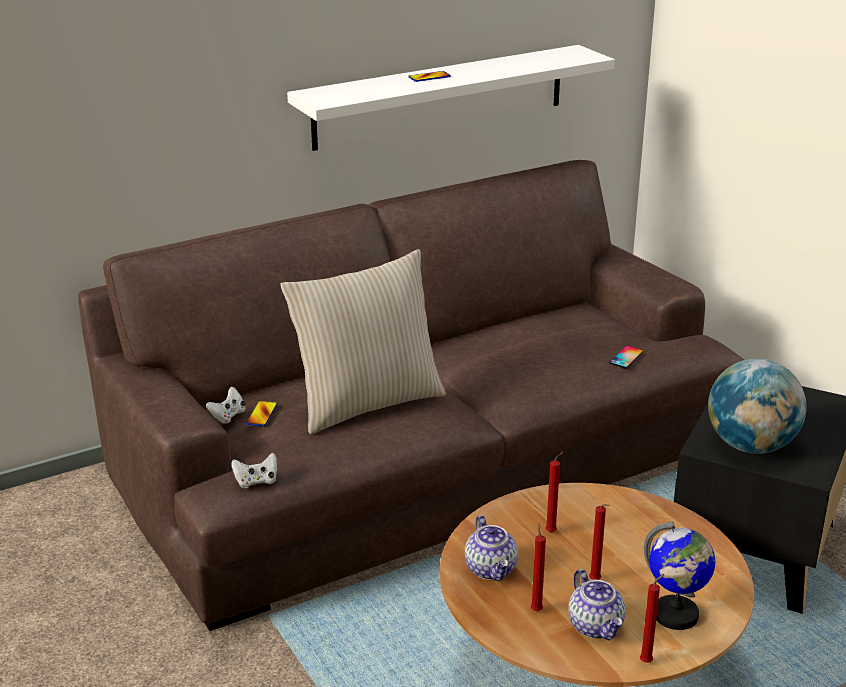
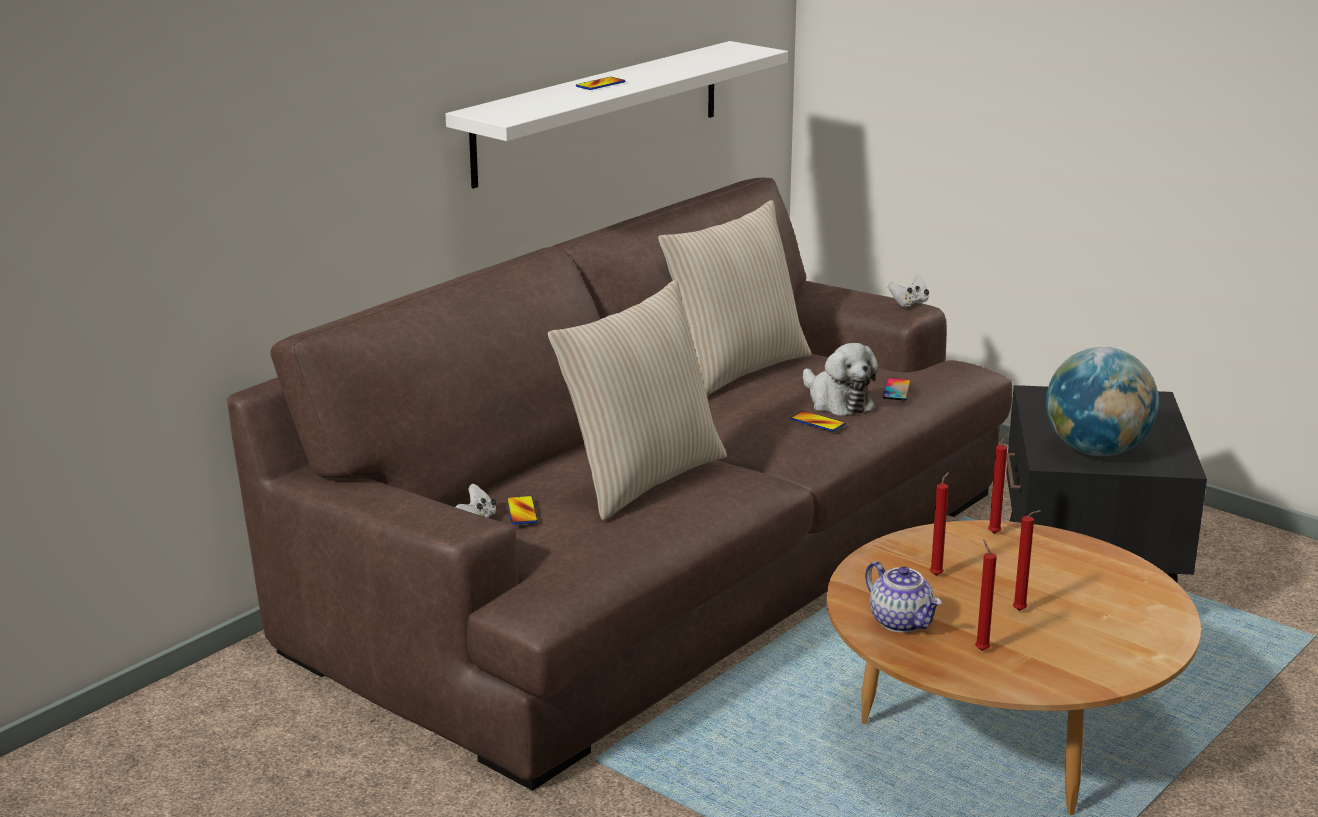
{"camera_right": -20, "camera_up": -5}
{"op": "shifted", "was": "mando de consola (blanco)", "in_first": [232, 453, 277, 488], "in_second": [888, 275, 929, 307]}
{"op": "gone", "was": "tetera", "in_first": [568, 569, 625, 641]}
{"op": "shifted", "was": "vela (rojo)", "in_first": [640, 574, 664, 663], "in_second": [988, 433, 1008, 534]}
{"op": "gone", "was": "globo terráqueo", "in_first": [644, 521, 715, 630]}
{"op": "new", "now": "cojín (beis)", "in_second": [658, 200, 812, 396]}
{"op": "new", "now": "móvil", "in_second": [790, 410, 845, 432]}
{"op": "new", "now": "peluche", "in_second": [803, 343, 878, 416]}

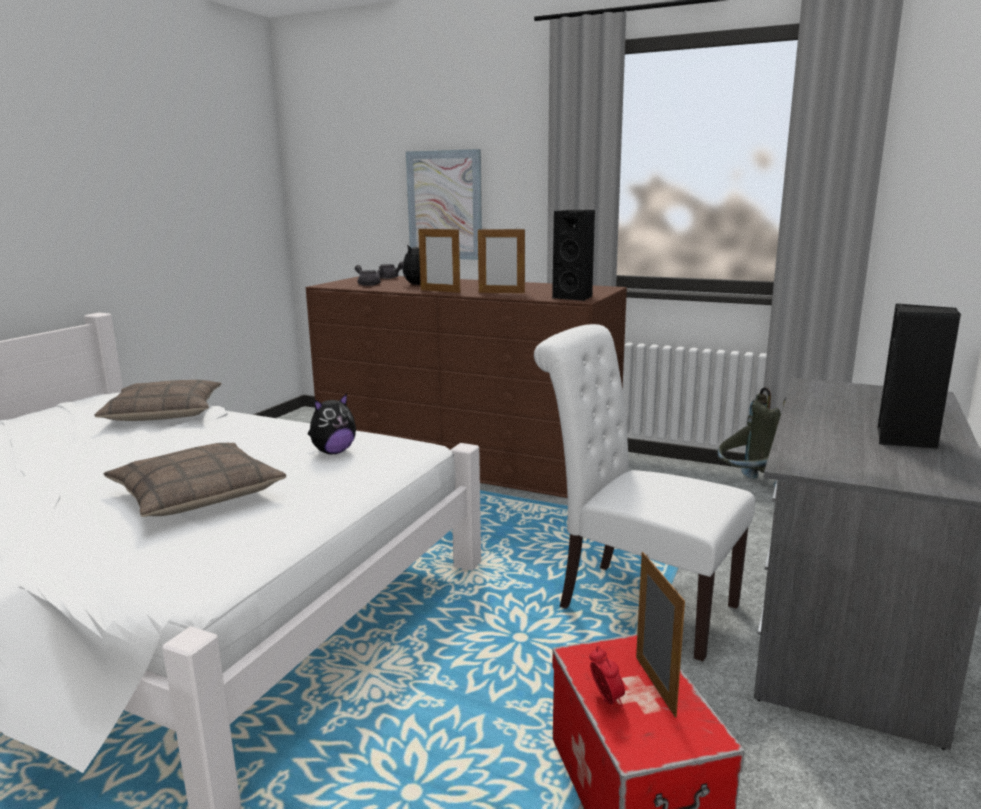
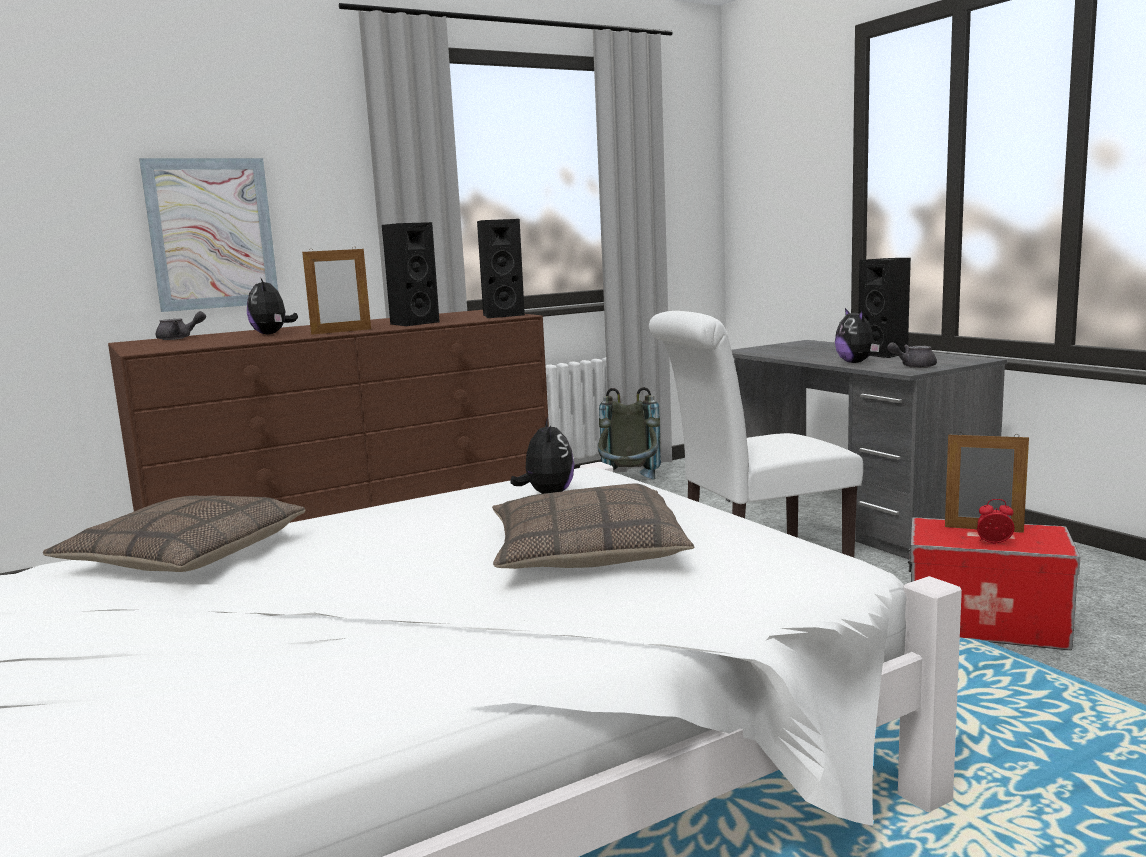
{"camera_right": -55, "camera_up": -5}
{"op": "shifted", "was": "tetera (gris)", "in_first": [355, 265, 381, 286], "in_second": [887, 342, 937, 368]}
{"op": "swapped", "was": "portarretratos", "now": "altavoz (negro)", "in_first": [478, 227, 525, 293], "in_second": [382, 222, 440, 326]}
{"op": "new", "now": "peluche", "in_second": [835, 308, 880, 363]}

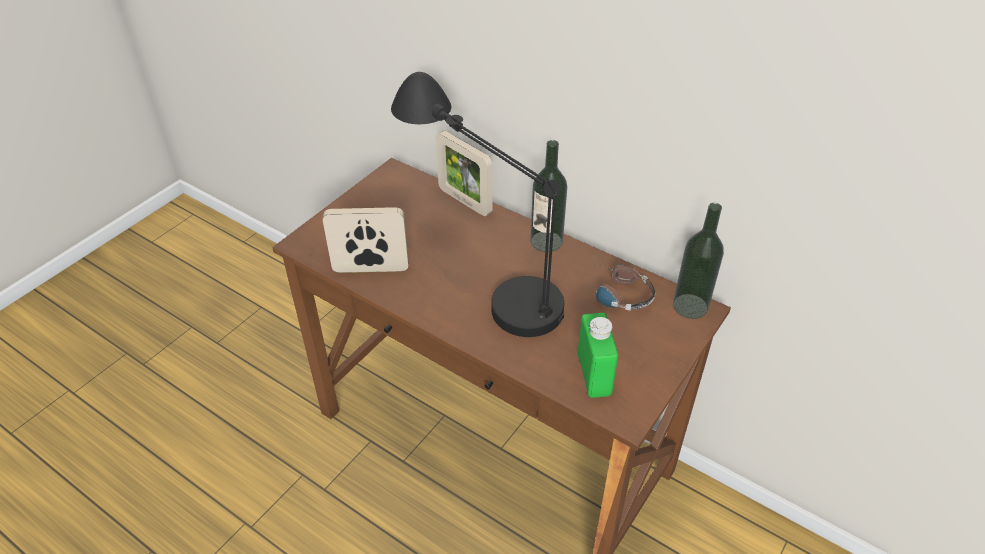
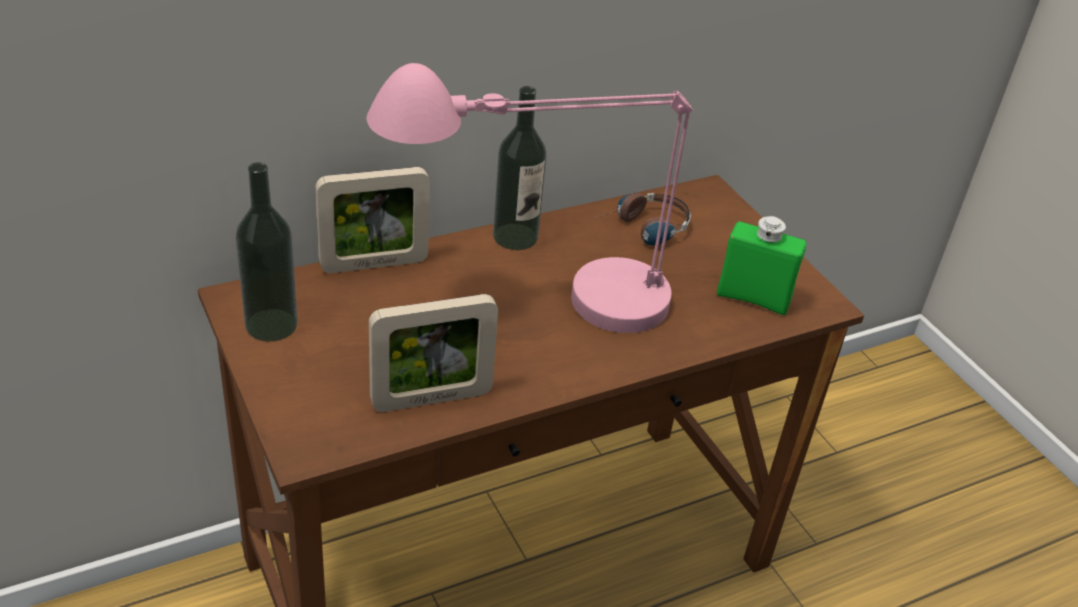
{"camera_right": -65, "camera_up": -5}
{"op": "rotated", "was": "portarretratos", "in_first": [323, 207, 409, 273], "in_second": [369, 294, 498, 412], "clockwise": -135}
{"op": "repainted", "was": "lámpara de mesa (negro)", "now": "lámpara de mesa (rosa)", "in_first": [391, 72, 564, 337], "in_second": [367, 63, 693, 333]}
{"op": "shifted", "was": "botella", "in_first": [673, 203, 724, 319], "in_second": [236, 162, 297, 342]}

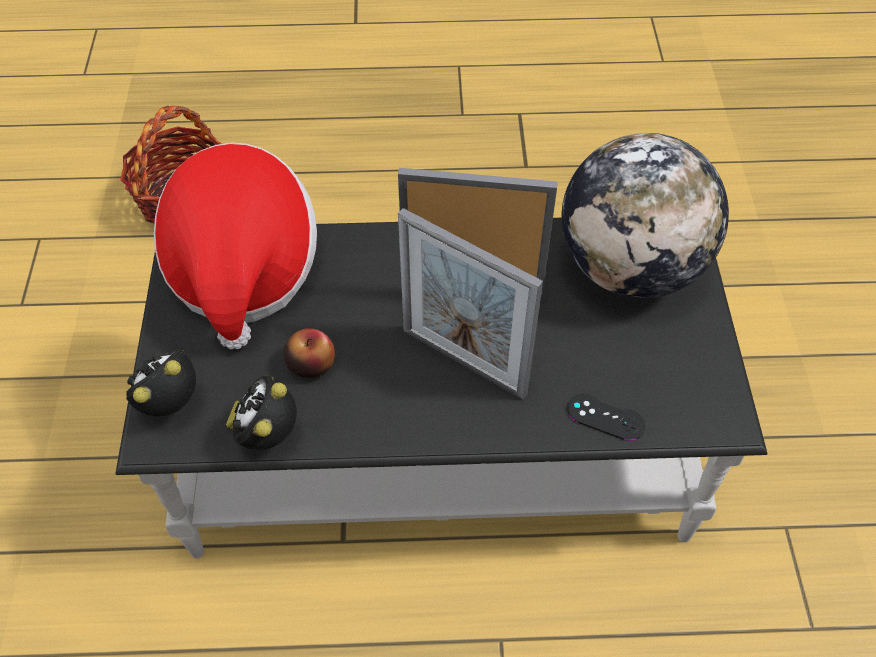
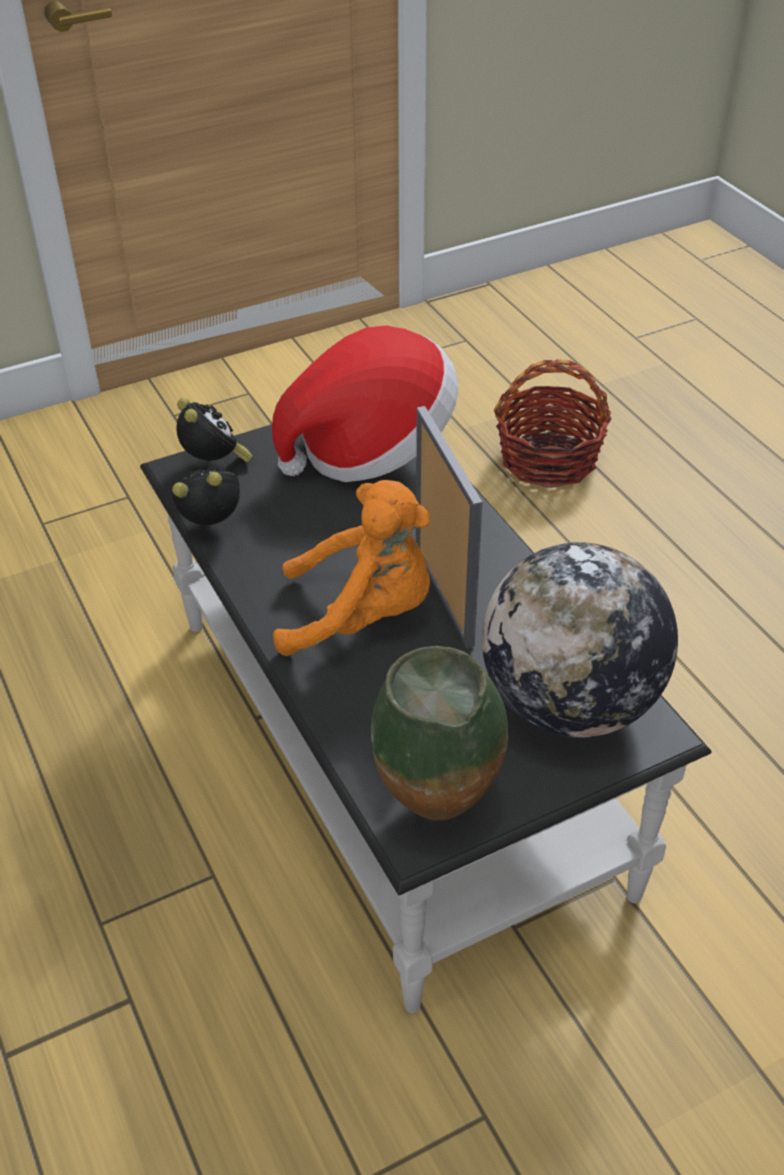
{"camera_right": 65, "camera_up": -10}
{"op": "rotated", "was": "despertador", "in_first": [126, 349, 196, 416], "in_second": [176, 398, 253, 463], "clockwise": 45}
{"op": "gone", "was": "manzana", "in_first": [284, 328, 335, 378]}
{"op": "swapped", "was": "portarretratos", "now": "peluche (naranja)", "in_first": [398, 208, 543, 399], "in_second": [273, 480, 430, 656]}
{"op": "gone", "was": "mando de consola (negro)", "in_first": [567, 394, 646, 441]}
{"op": "new", "now": "florero", "in_second": [371, 646, 508, 821]}

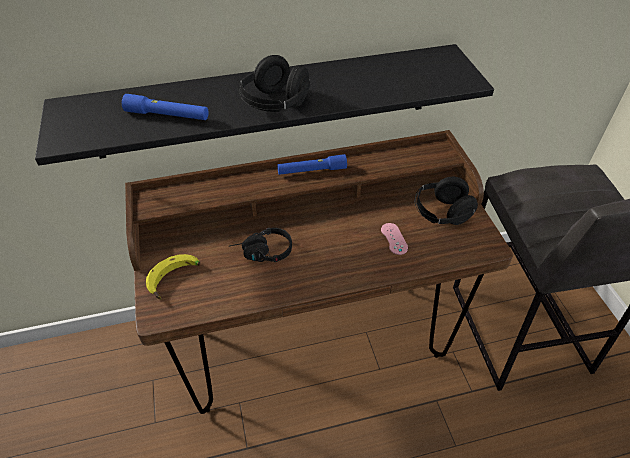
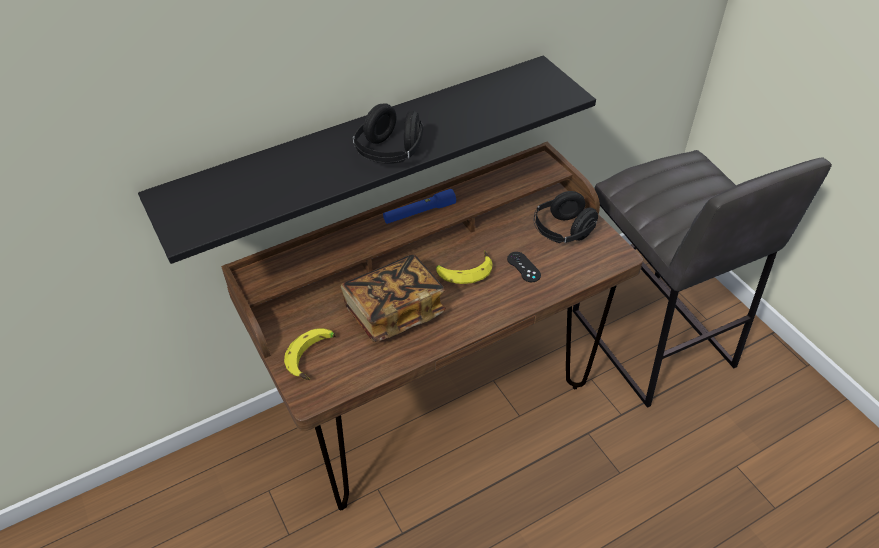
{"camera_right": -15, "camera_up": 0}
{"op": "gone", "was": "linterna (azul)", "in_first": [122, 94, 209, 120]}
{"op": "swapped", "was": "auriculares (negro)", "now": "libro", "in_first": [230, 228, 292, 262], "in_second": [340, 254, 446, 342]}
{"op": "repainted", "was": "mando de consola (rosa)", "now": "mando de consola (negro)", "in_first": [381, 223, 408, 255], "in_second": [507, 252, 541, 282]}
{"op": "new", "now": "plátano", "in_second": [436, 250, 493, 284]}

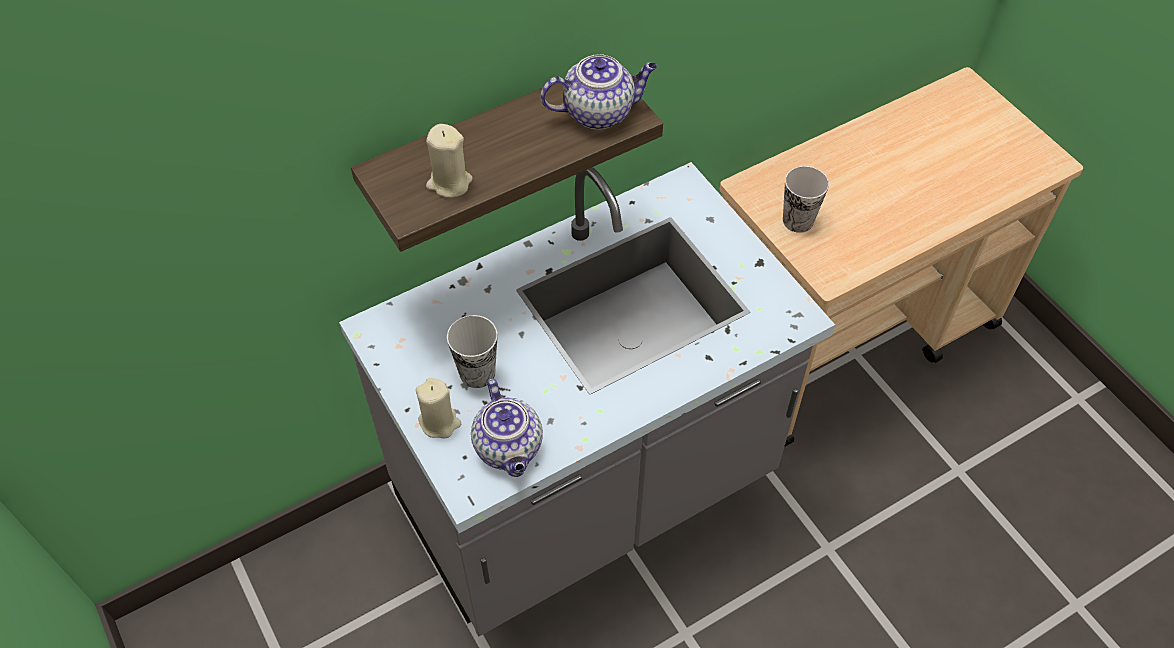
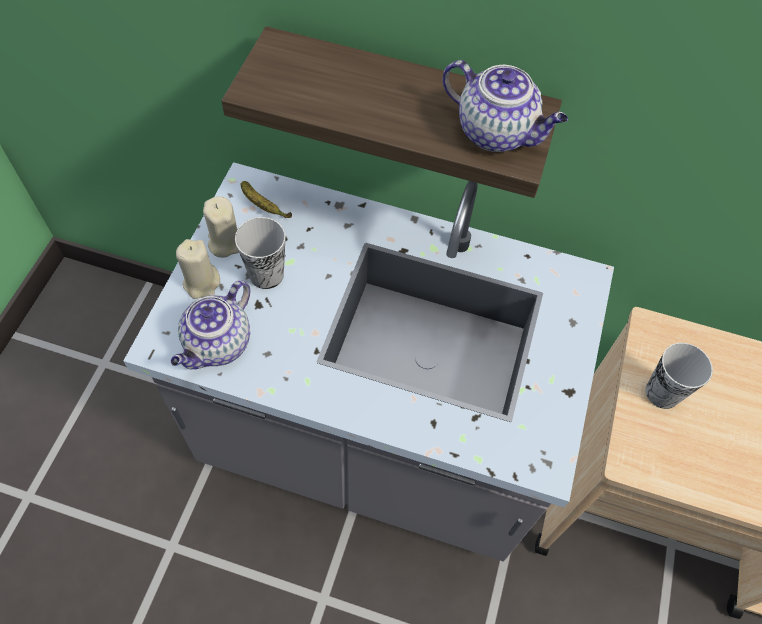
{"camera_right": 45, "camera_up": 5}
{"op": "shifted", "was": "vela (beis)", "in_first": [426, 124, 472, 198], "in_second": [203, 196, 239, 258]}
{"op": "new", "now": "plátano", "in_second": [241, 181, 292, 218]}

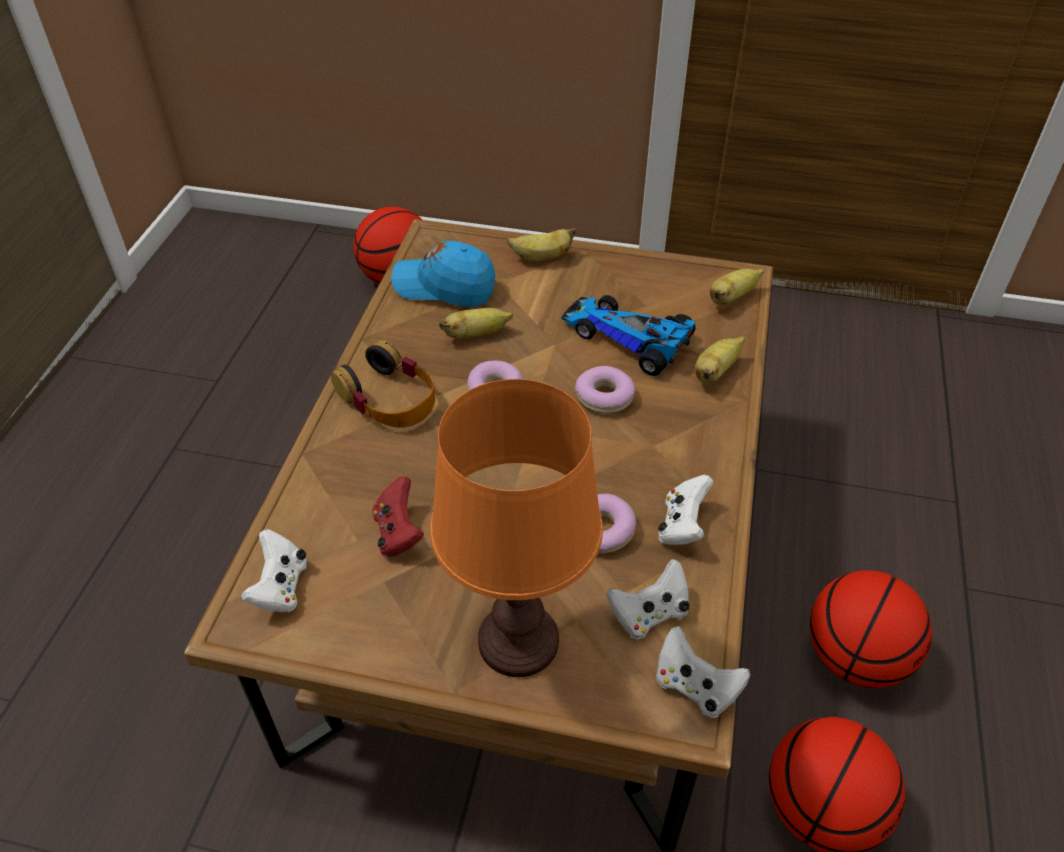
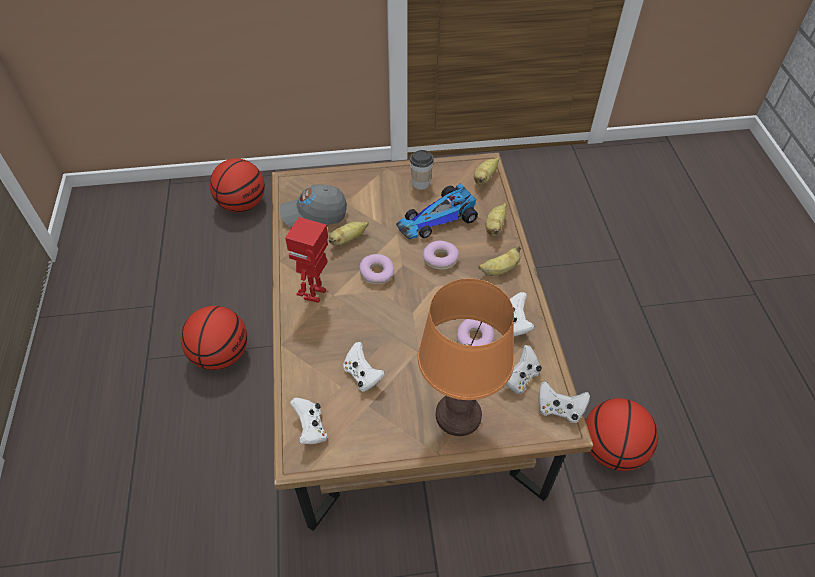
{"camera_right": -20, "camera_up": 5}
{"op": "swapped", "was": "auriculares", "now": "robot de juguete", "in_first": [331, 340, 435, 428], "in_second": [285, 217, 328, 303]}
{"op": "repainted", "was": "mando de consola (rojo)", "now": "mando de consola (blanco)", "in_first": [372, 476, 424, 557], "in_second": [343, 342, 385, 392]}
{"op": "repainted", "was": "gorra (azul)", "now": "gorra (gris)", "in_first": [391, 241, 495, 307], "in_second": [280, 184, 347, 227]}
{"op": "shifted", "was": "plátano", "in_first": [507, 228, 576, 261], "in_second": [478, 246, 521, 276]}
{"op": "rotated", "was": "coche de juguete", "in_first": [562, 295, 696, 376], "in_second": [396, 183, 478, 239], "clockwise": -45}
{"op": "shifted", "was": "balón de baloncesto", "in_first": [810, 570, 932, 688], "in_second": [181, 306, 247, 370]}
{"op": "new", "now": "taza", "in_second": [410, 150, 434, 190]}

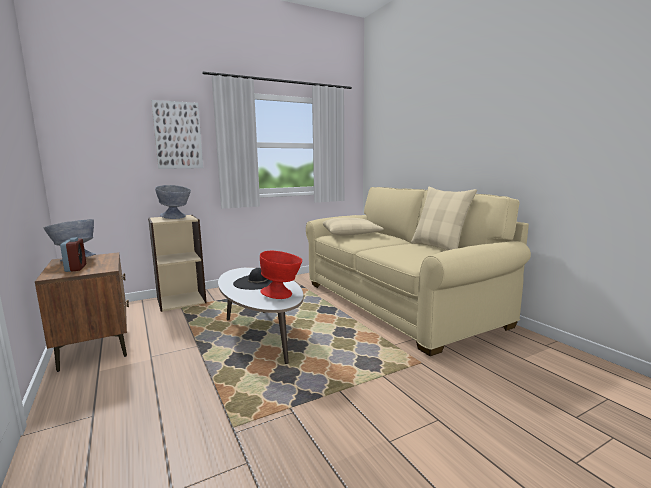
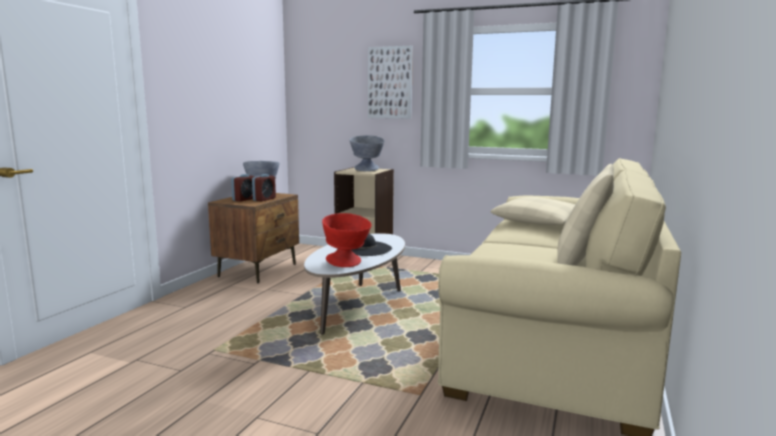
{"camera_right": 50, "camera_up": 0}
{"op": "new", "now": "despertador", "in_second": [252, 174, 276, 201]}

